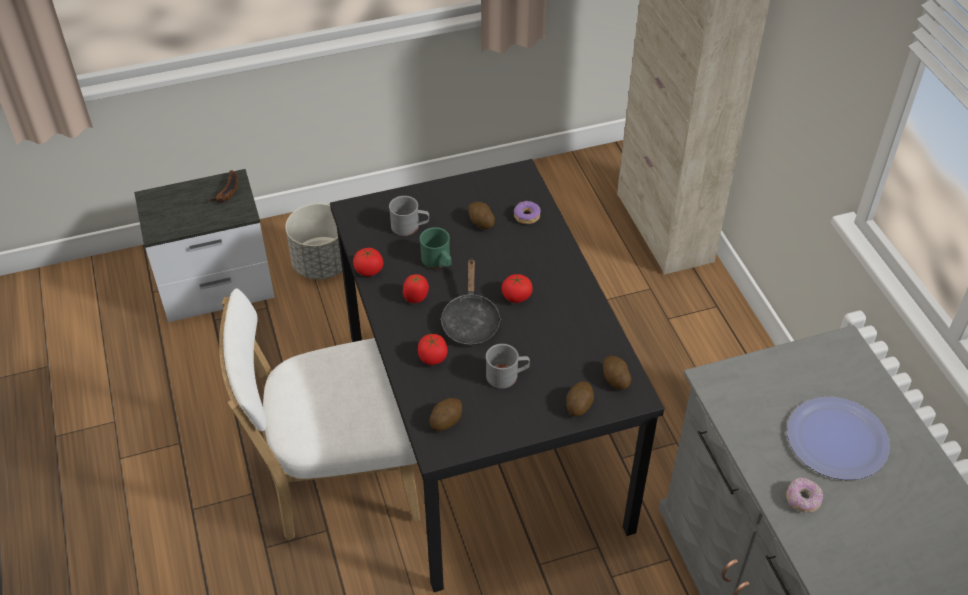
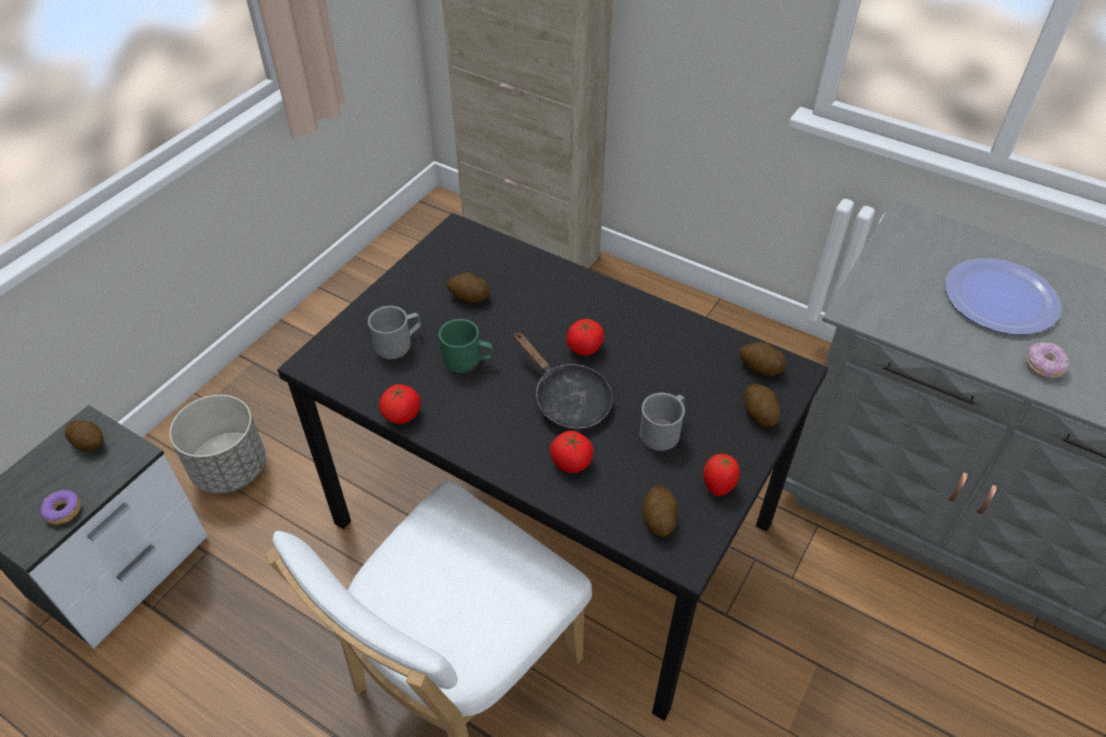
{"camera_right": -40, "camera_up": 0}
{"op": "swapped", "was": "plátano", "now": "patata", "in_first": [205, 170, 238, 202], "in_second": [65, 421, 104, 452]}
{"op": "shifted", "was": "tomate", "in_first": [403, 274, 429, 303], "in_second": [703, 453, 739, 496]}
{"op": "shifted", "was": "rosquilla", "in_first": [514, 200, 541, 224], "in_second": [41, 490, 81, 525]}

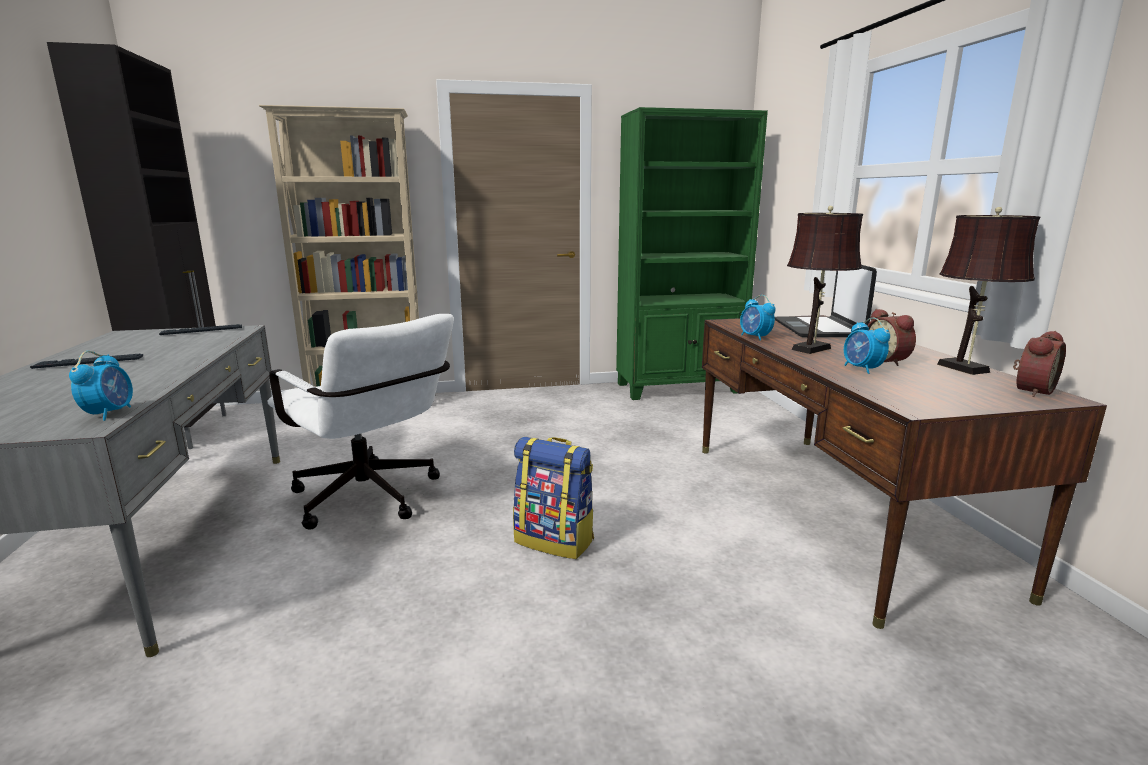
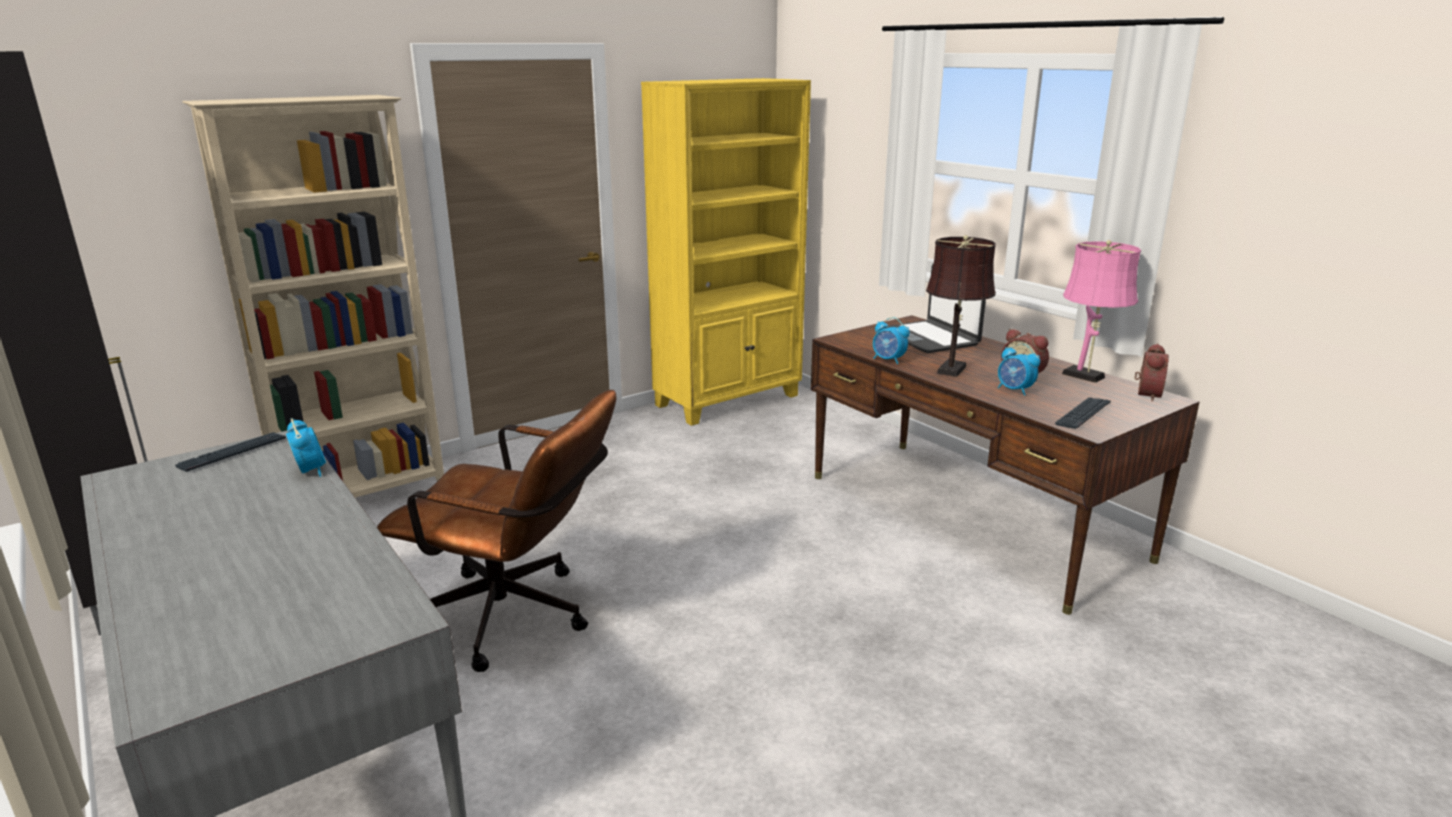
{"camera_right": -25, "camera_up": 5}
{"op": "shifted", "was": "teclado", "in_first": [30, 354, 143, 369], "in_second": [1055, 397, 1111, 429]}
{"op": "shifted", "was": "despertador", "in_first": [69, 351, 133, 421], "in_second": [286, 418, 326, 477]}
{"op": "repainted", "was": "silla de oficina (blanco)", "now": "silla de oficina (marrón)", "in_first": [267, 314, 454, 529], "in_second": [377, 390, 616, 672]}
{"op": "gone", "was": "mochila", "in_first": [513, 437, 594, 559]}
{"op": "repainted", "was": "estantería (verde)", "now": "estantería (amarillo)", "in_first": [616, 107, 768, 400], "in_second": [641, 78, 811, 426]}
{"op": "repainted", "was": "lámpara de mesa (marrón)", "now": "lámpara de mesa (rosa)", "in_first": [937, 207, 1041, 375], "in_second": [1062, 240, 1141, 383]}

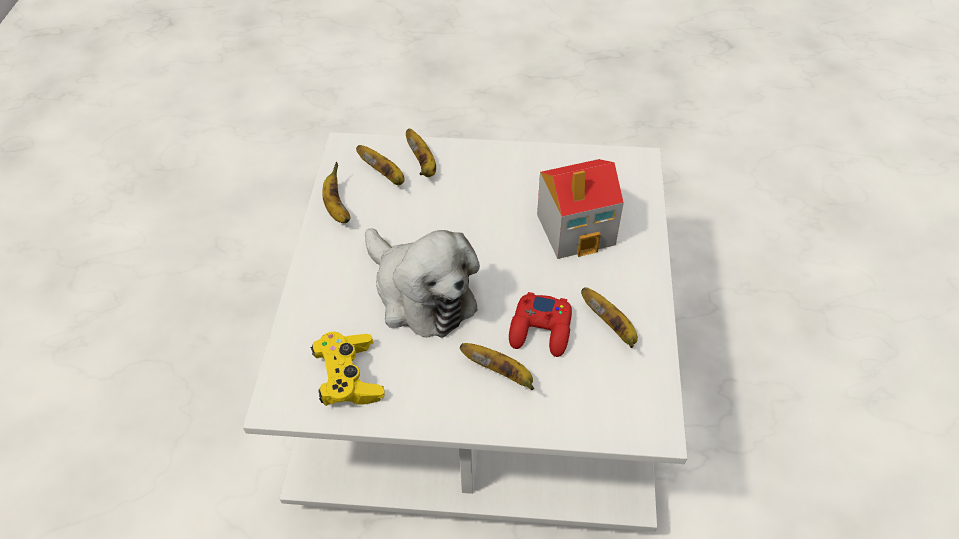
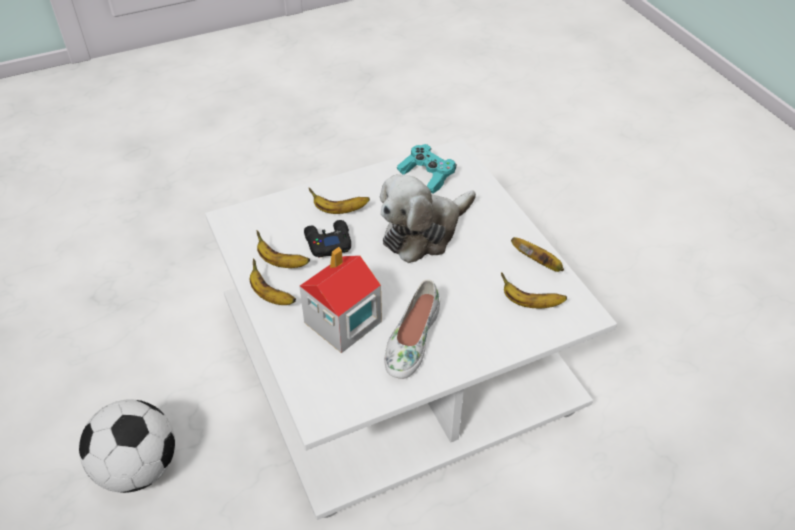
{"camera_right": 150, "camera_up": -5}
{"op": "repainted", "was": "mando de consola (amarillo)", "now": "mando de consola (turquesa)", "in_first": [311, 332, 385, 406], "in_second": [397, 144, 456, 194]}
{"op": "rotated", "was": "peluche", "in_first": [365, 229, 480, 338], "in_second": [380, 174, 476, 263], "clockwise": -60}
{"op": "shifted", "was": "plátano", "in_first": [406, 129, 436, 177], "in_second": [250, 258, 296, 305]}
{"op": "repainted", "was": "mando de consola (rojo)", "now": "mando de consola (negro)", "in_first": [509, 292, 572, 357], "in_second": [304, 220, 351, 258]}
{"op": "new", "now": "balón de fútbol", "in_second": [79, 399, 175, 493]}
{"op": "new", "now": "zapato (blanco)", "in_second": [384, 279, 440, 379]}

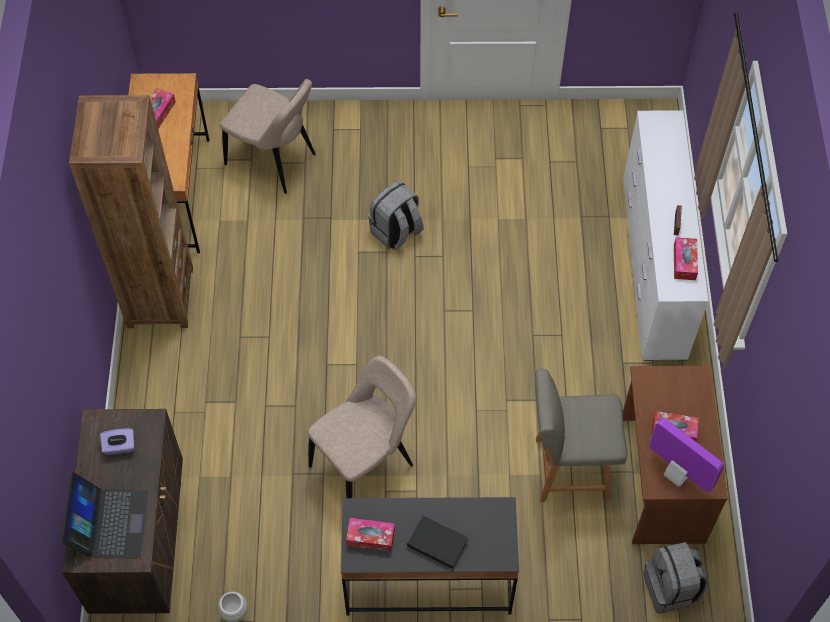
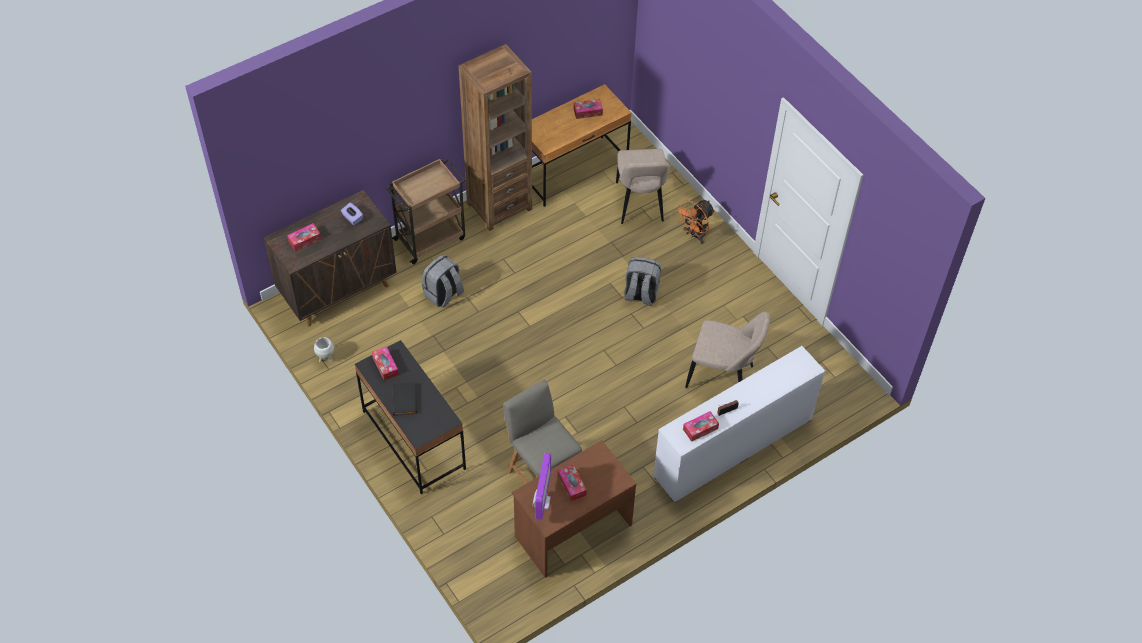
{"camera_right": 55, "camera_up": -5}
{"op": "swapped", "was": "portátil", "now": "caja de pañuelos", "in_first": [61, 472, 148, 558], "in_second": [287, 223, 322, 252]}
{"op": "shifted", "was": "silla (beis)", "in_first": [308, 356, 416, 498], "in_second": [685, 312, 770, 388]}
{"op": "shifted", "was": "mochila (gris)", "in_first": [643, 542, 708, 614], "in_second": [422, 254, 464, 308]}
{"op": "new", "now": "carrito (marrón)", "in_second": [386, 158, 465, 264]}
{"op": "new", "now": "ventilador (naranja)", "in_second": [675, 200, 715, 244]}

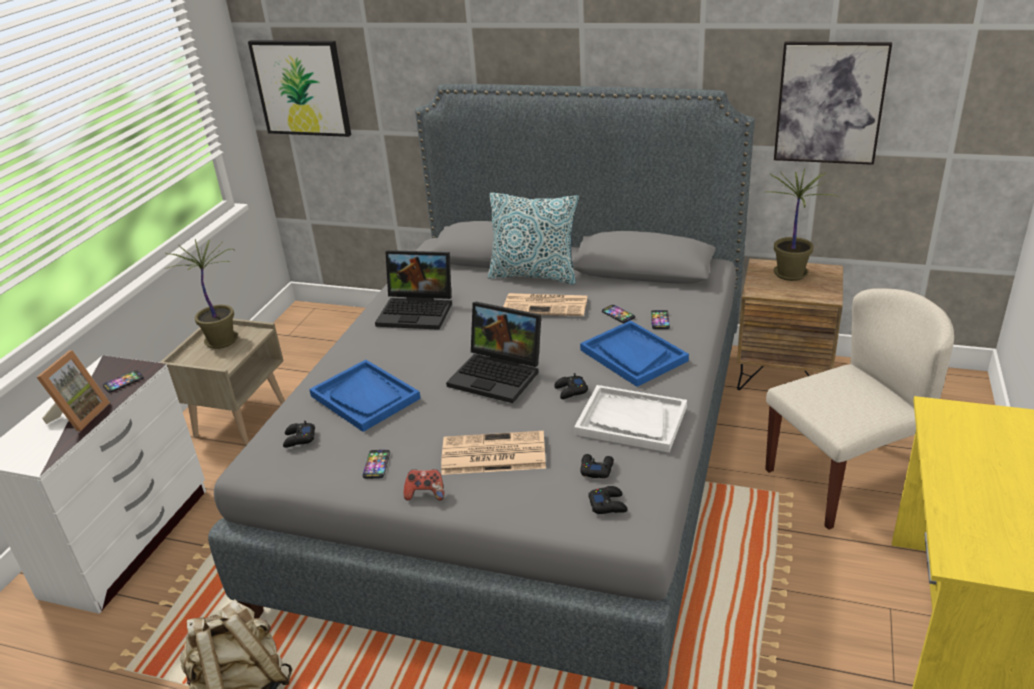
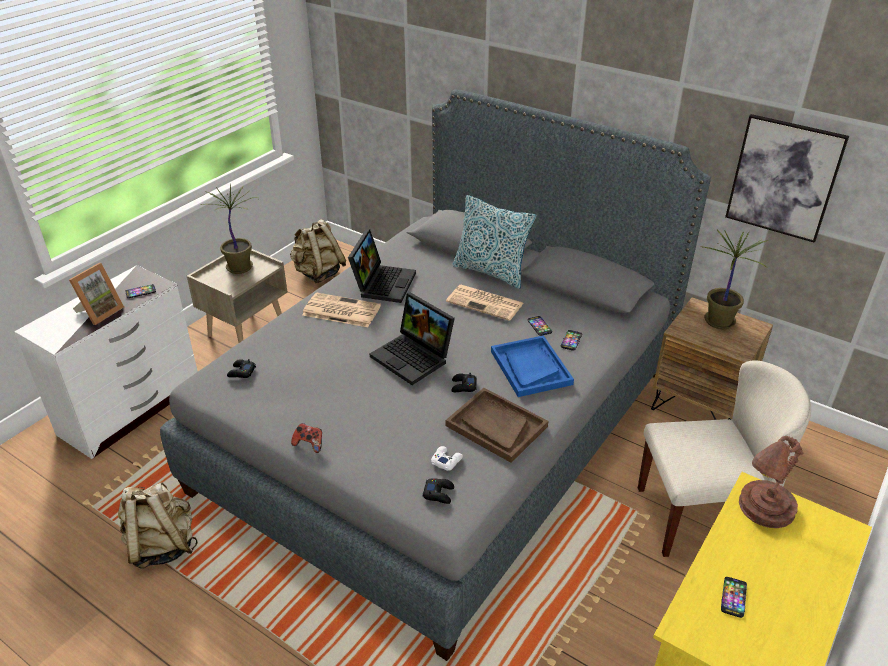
{"camera_right": 15, "camera_up": 5}
{"op": "gone", "was": "cuadro", "in_first": [248, 40, 351, 137]}
{"op": "gone", "was": "bandeja (azul)", "in_first": [309, 360, 421, 432]}
{"op": "shifted", "was": "móvil", "in_first": [362, 450, 390, 479], "in_second": [721, 577, 747, 618]}
{"op": "rotated", "was": "portátil", "in_first": [375, 250, 452, 330], "in_second": [348, 229, 416, 303], "clockwise": -105}
{"op": "shifted", "was": "periódico", "in_first": [441, 431, 546, 475], "in_second": [302, 292, 381, 327]}
{"op": "repainted", "was": "bandeja (blanco)", "now": "bandeja (marrón)", "in_first": [574, 385, 687, 453], "in_second": [446, 388, 548, 463]}
{"op": "repainted", "was": "mando de consola (negro)", "now": "mando de consola (blanco)", "in_first": [580, 454, 614, 478], "in_second": [431, 446, 463, 471]}
{"op": "new", "now": "mochila (beis)", "in_second": [290, 219, 346, 283]}
{"op": "new", "now": "lámpara de mesa (marrón)", "in_second": [739, 436, 803, 528]}

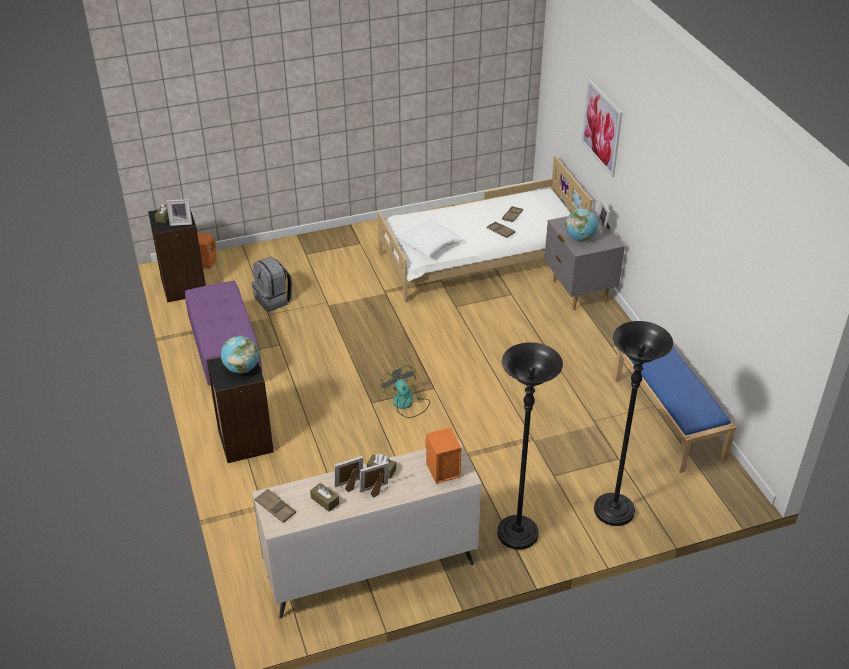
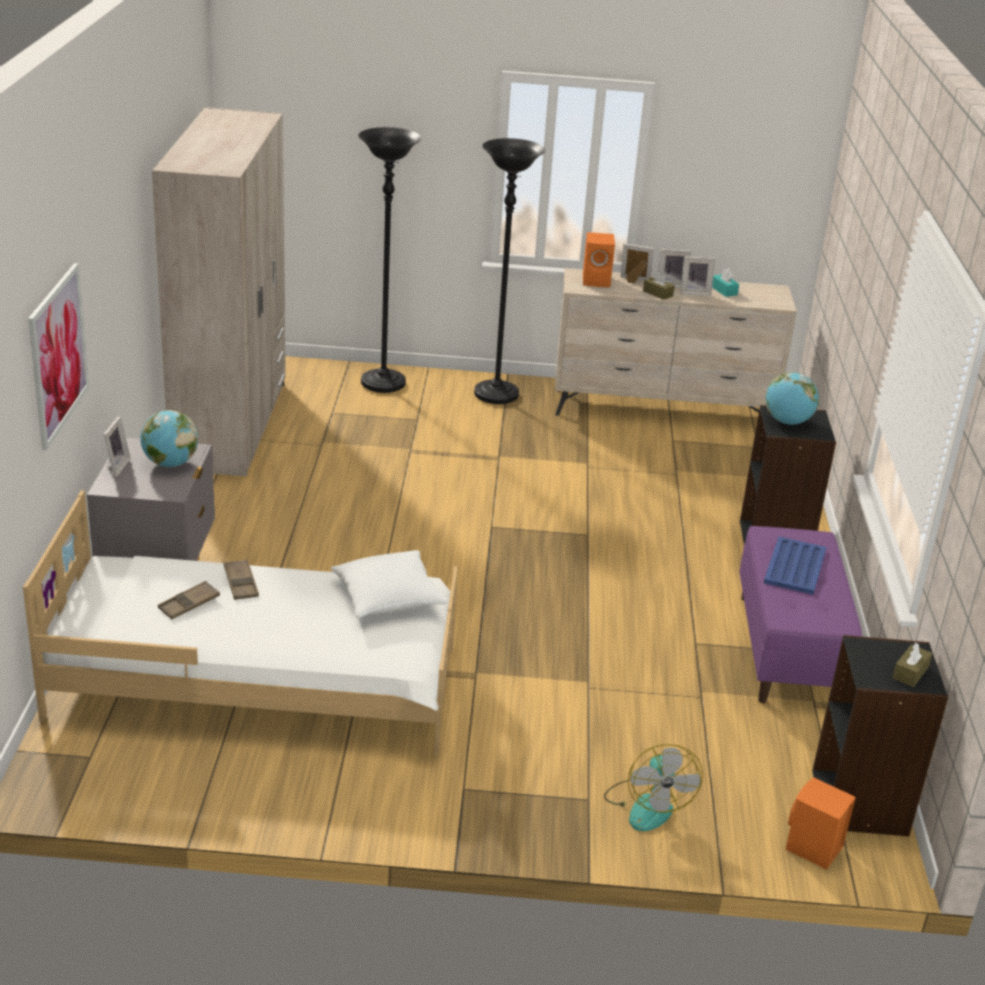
{"camera_right": -160, "camera_up": -10}
{"op": "shifted", "was": "portarretratos", "in_first": [166, 199, 192, 226], "in_second": [621, 243, 654, 283]}
{"op": "gone", "was": "mochila (gris)", "in_first": [252, 257, 293, 312]}
{"op": "gone", "was": "bandeja (marrón)", "in_first": [255, 489, 296, 523]}
{"op": "repainted", "was": "caja de pañuelos (marrón)", "now": "caja de pañuelos (turquesa)", "in_first": [310, 483, 339, 512], "in_second": [712, 269, 739, 297]}
{"op": "shifted", "was": "ventilador", "in_first": [380, 365, 430, 418], "in_second": [604, 744, 703, 831]}
{"op": "swapped", "was": "banco (azul)", "now": "armario ropero (beis)", "in_first": [613, 347, 736, 473], "in_second": [152, 107, 286, 477]}
{"op": "new", "now": "bandeja (azul)", "in_second": [764, 537, 826, 595]}

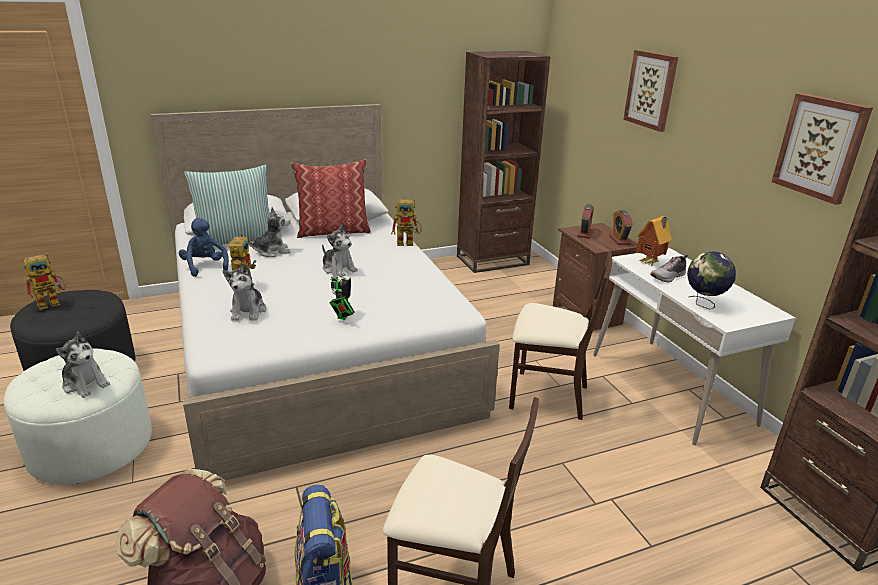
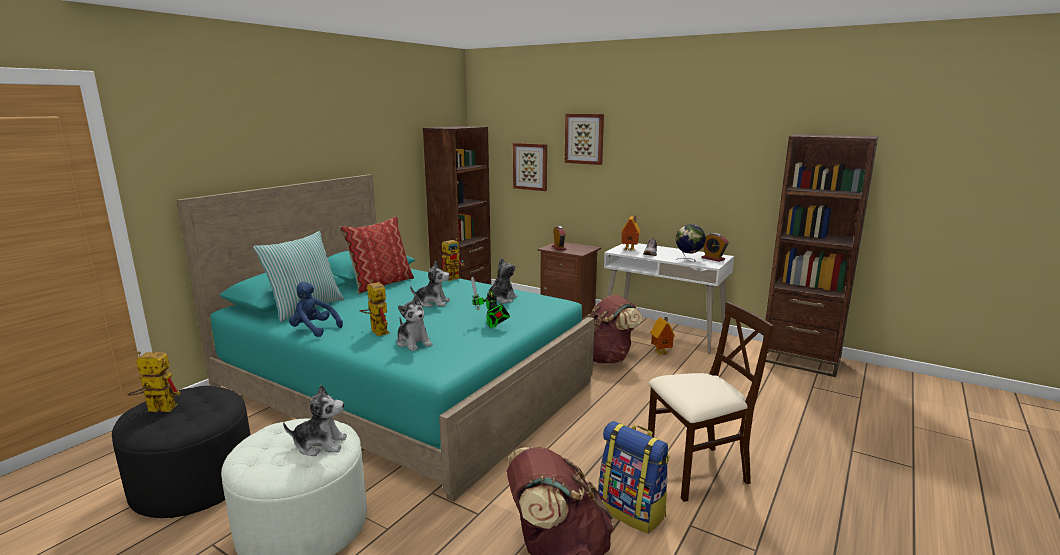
{"camera_right": -35, "camera_up": -10}
{"op": "rotated", "was": "robot de juguete", "in_first": [24, 253, 66, 310], "in_second": [127, 351, 181, 412], "clockwise": -105}
{"op": "repainted", "was": "cama (blanco)", "now": "cama (turquesa)", "in_first": [151, 104, 500, 480], "in_second": [176, 174, 594, 501]}
{"op": "shifted", "was": "peluche", "in_first": [248, 207, 291, 257], "in_second": [489, 257, 517, 304]}
{"op": "swapped", "was": "silla (beis)", "now": "mochila (marrón)", "in_first": [509, 251, 612, 420], "in_second": [588, 295, 643, 363]}
{"op": "shifted", "was": "despertador", "in_first": [609, 210, 633, 245], "in_second": [701, 233, 729, 262]}
{"op": "shifted", "was": "cuadro", "in_first": [772, 93, 873, 205], "in_second": [513, 143, 547, 191]}
{"op": "new", "now": "casita", "in_second": [650, 317, 675, 355]}

